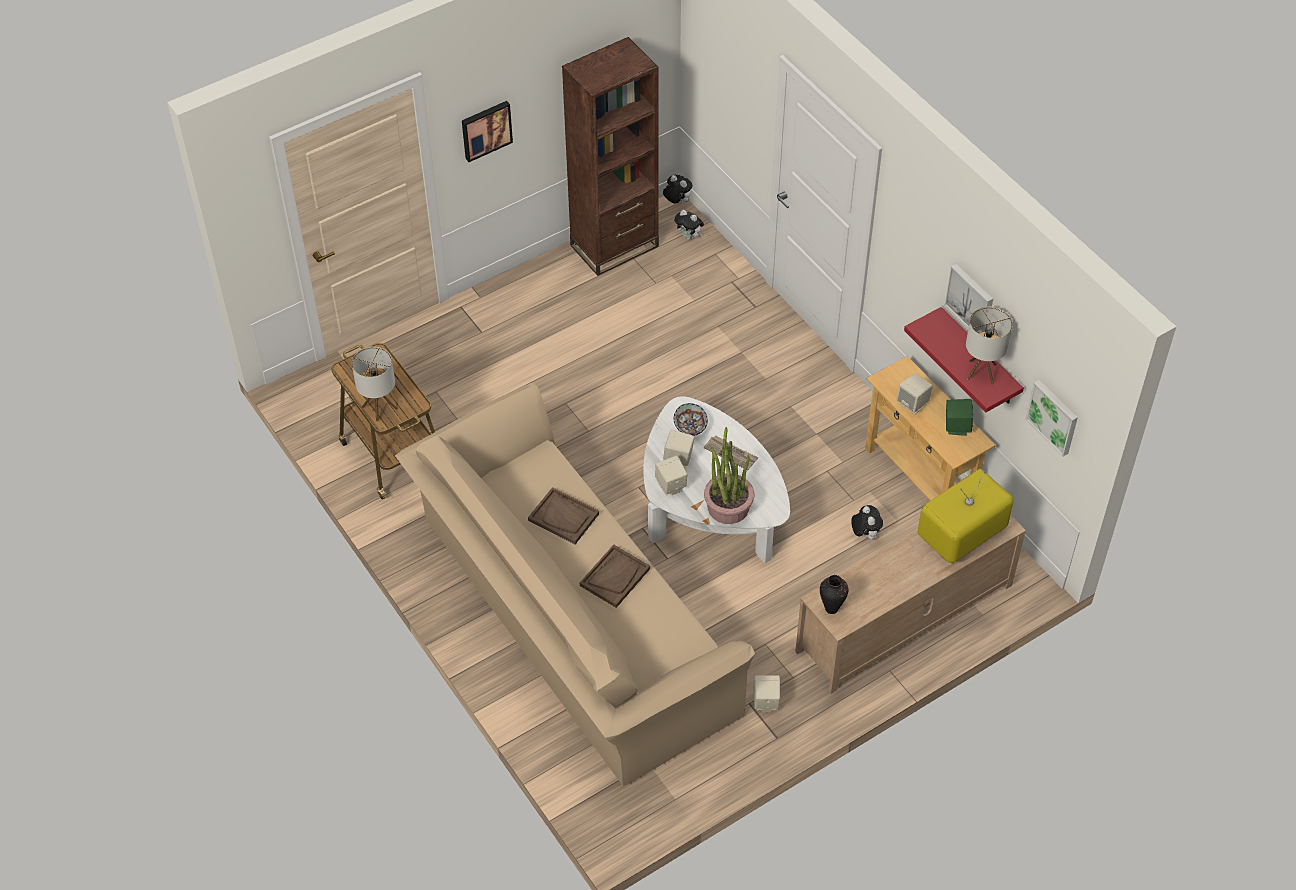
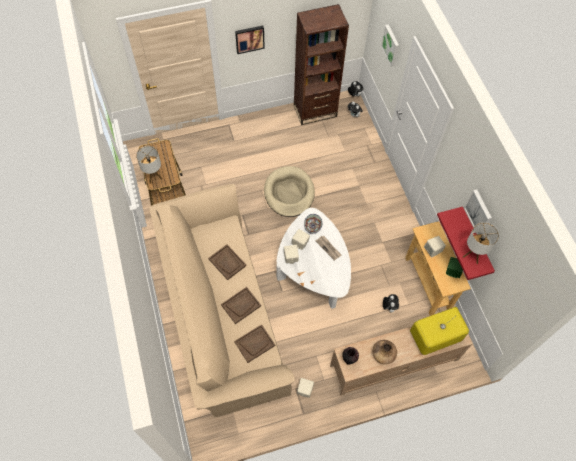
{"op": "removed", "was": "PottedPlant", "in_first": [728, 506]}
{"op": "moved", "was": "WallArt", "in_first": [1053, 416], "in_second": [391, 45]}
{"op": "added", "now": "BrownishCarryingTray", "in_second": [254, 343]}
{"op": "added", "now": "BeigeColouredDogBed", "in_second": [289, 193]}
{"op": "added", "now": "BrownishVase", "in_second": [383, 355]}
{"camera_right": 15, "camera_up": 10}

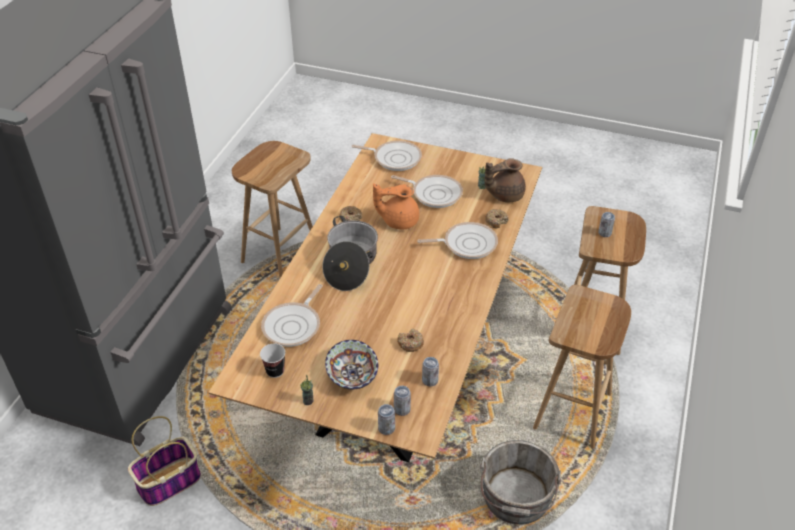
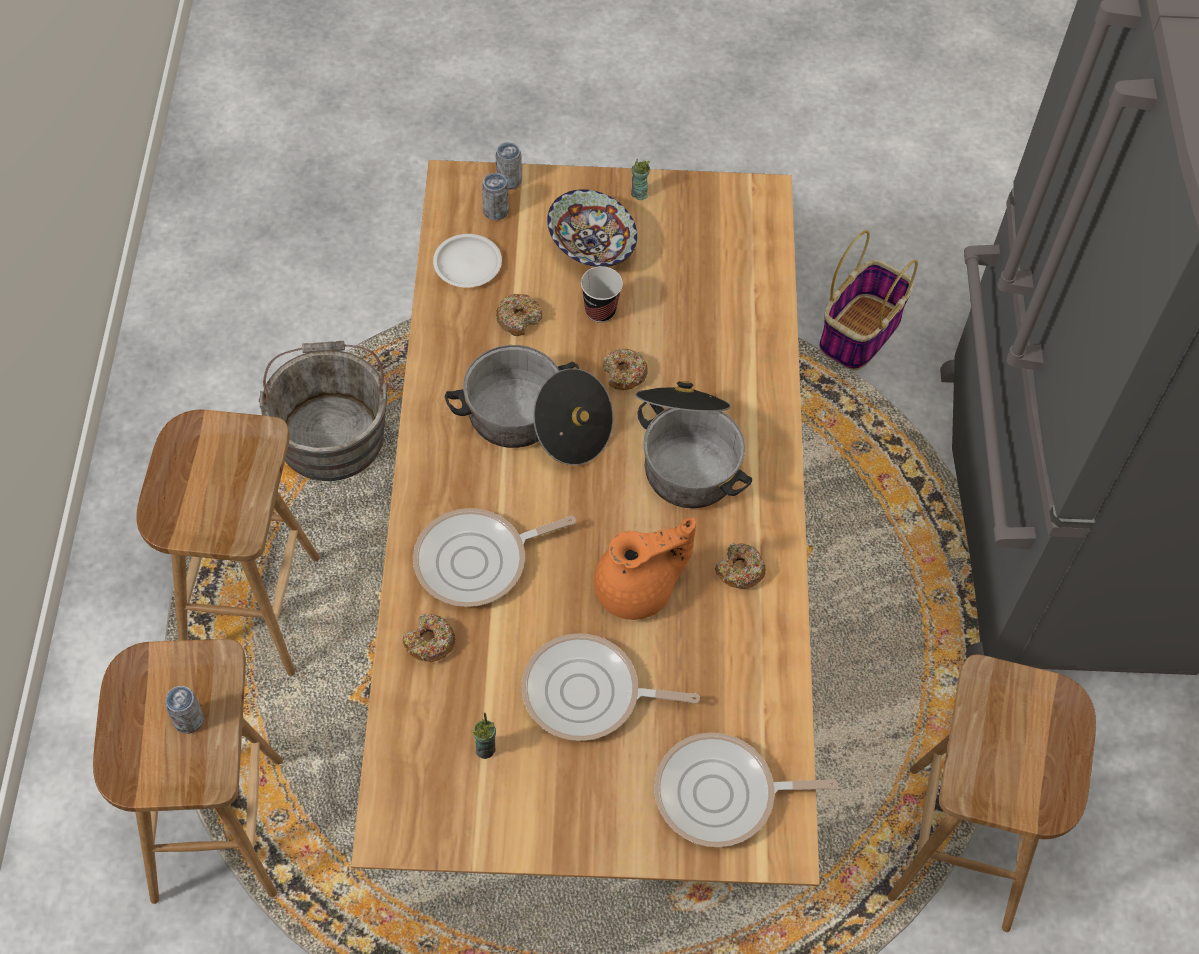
{"op": "moved", "was": "Cup", "in_first": [275, 371], "in_second": [600, 311]}
{"op": "removed", "was": "Skillet", "in_first": [294, 325]}
{"op": "replaced", "was": "MetalCan", "now": "WhiteDinnerPlate", "in_first": [430, 380], "in_second": [467, 264]}
{"op": "removed", "was": "BrownishTeapot", "in_first": [504, 195]}
{"op": "added", "now": "Stockpot", "in_second": [534, 422]}
{"op": "added", "now": "RingDoughnut", "in_second": [624, 374]}
{"camera_right": 160, "camera_up": 15}

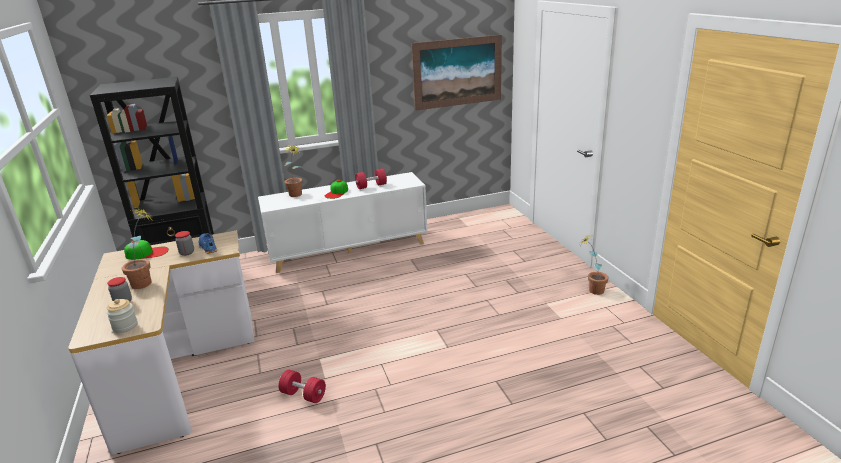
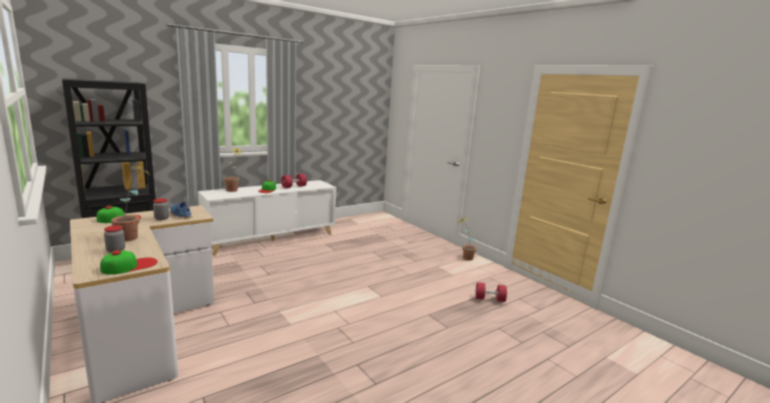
{"op": "replaced", "was": "PreserveJar", "now": "PeakedCap", "in_first": [125, 326], "in_second": [130, 266]}
{"op": "moved", "was": "RedColouredDumbbell", "in_first": [303, 395], "in_second": [489, 299]}
{"op": "removed", "was": "WallArt", "in_first": [457, 72]}
{"camera_right": -20, "camera_up": -10}

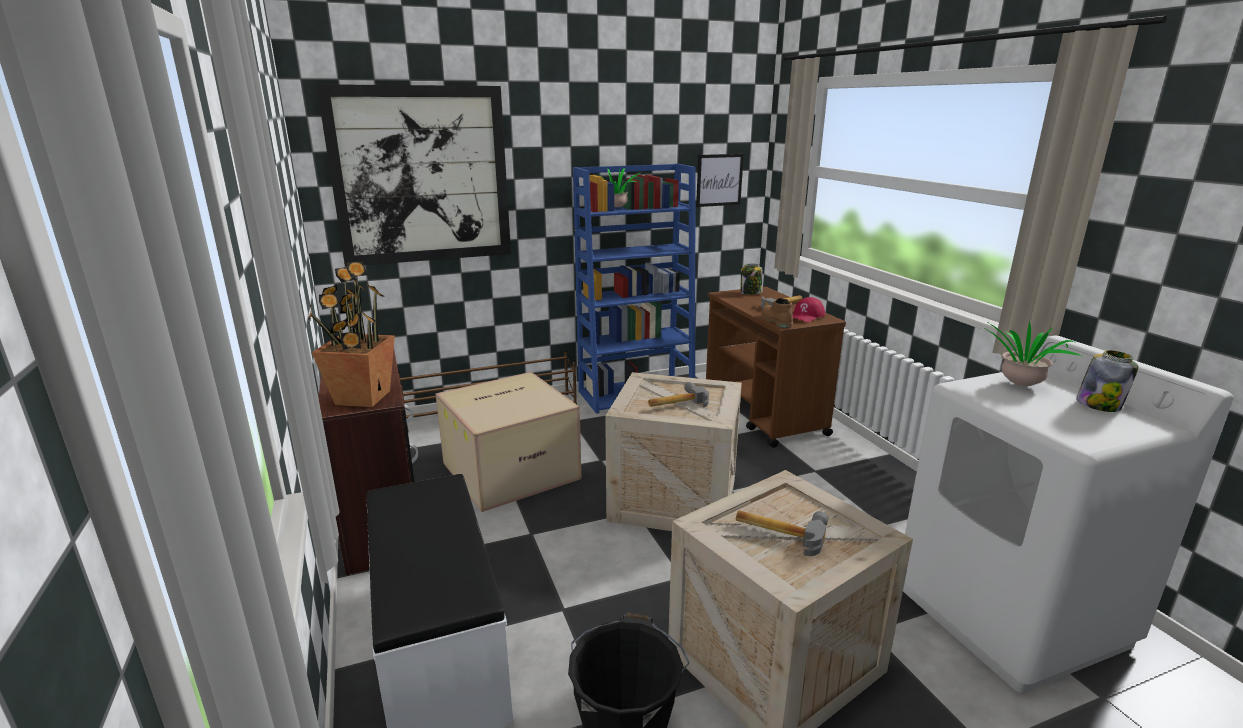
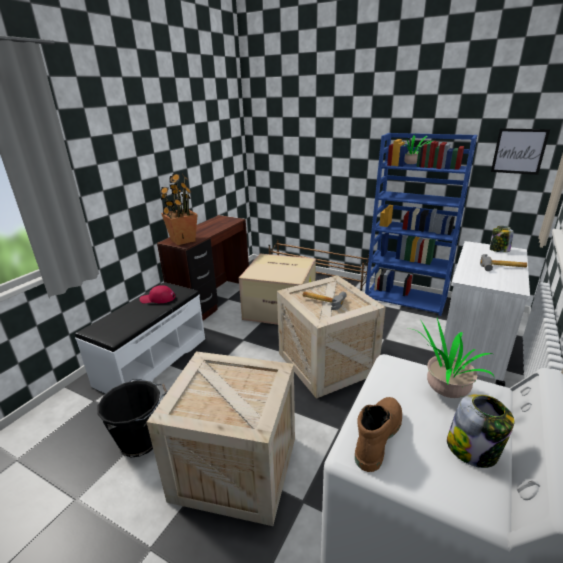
{"op": "removed", "was": "WallArt", "in_first": [421, 176]}
{"op": "recoloured", "was": "BrownishWheeledCart", "now": "WhiteWheeledCart", "in_first": [764, 414], "in_second": [473, 348]}
{"op": "removed", "was": "ToolHammer", "in_first": [780, 531]}
{"op": "moved", "was": "BrownishBoot", "in_first": [775, 321], "in_second": [376, 436]}
{"op": "moved", "was": "RedColouredPeakedCap", "in_first": [806, 316], "in_second": [158, 299]}
{"camera_right": 50, "camera_up": 5}

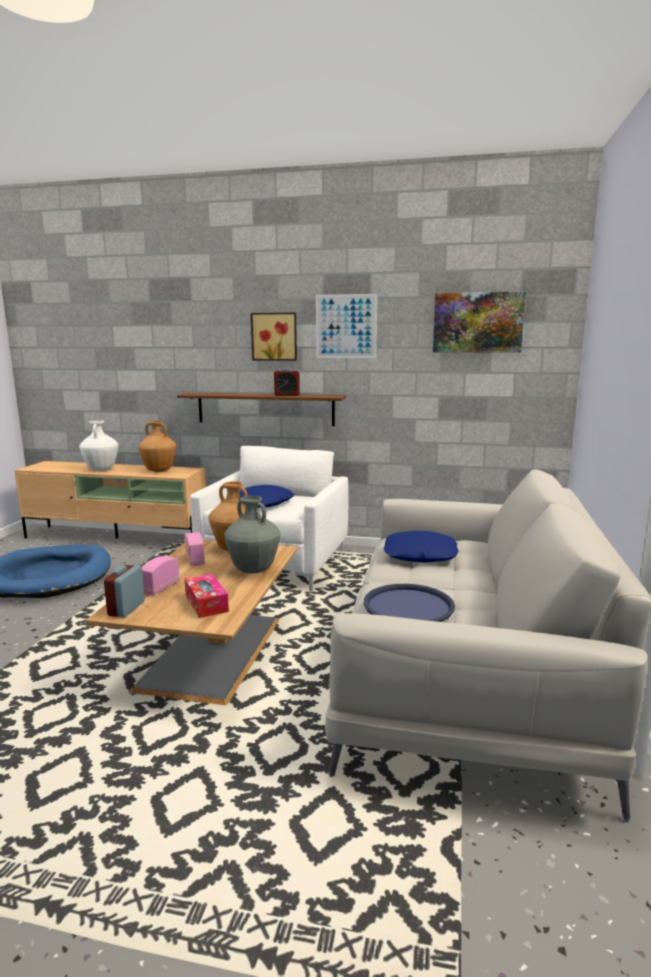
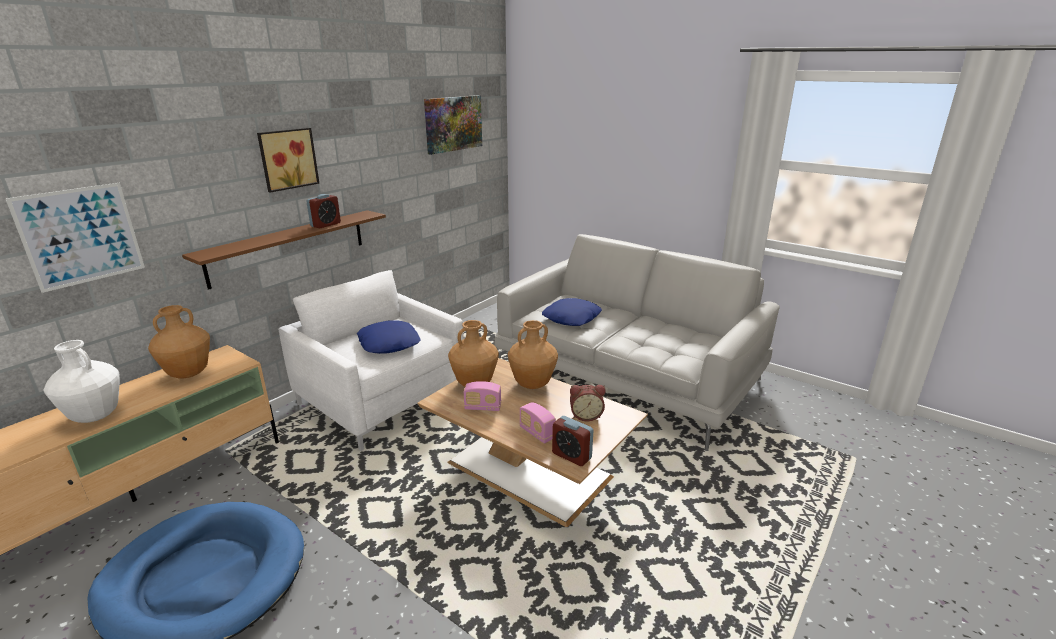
{"op": "replaced", "was": "TissueBox", "now": "TableClock", "in_first": [206, 603], "in_second": [586, 415]}
{"op": "recoloured", "was": "GrayVase", "now": "BrownishVase", "in_first": [253, 570], "in_second": [532, 384]}
{"op": "moved", "was": "WallArt", "in_first": [346, 326], "in_second": [81, 236]}
{"op": "removed", "was": "BluishCarryingTray", "in_first": [408, 606]}
{"camera_right": -65, "camera_up": 10}

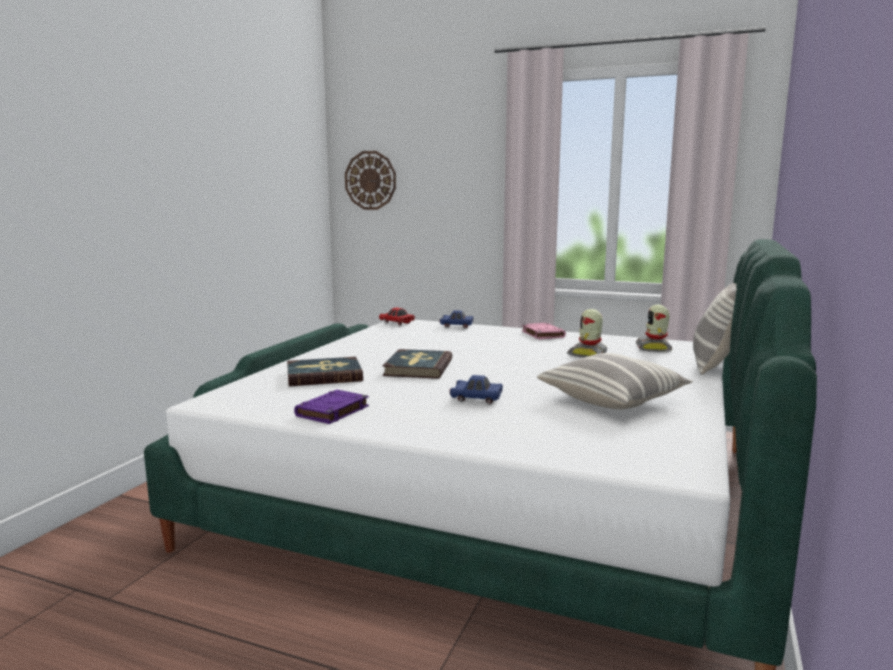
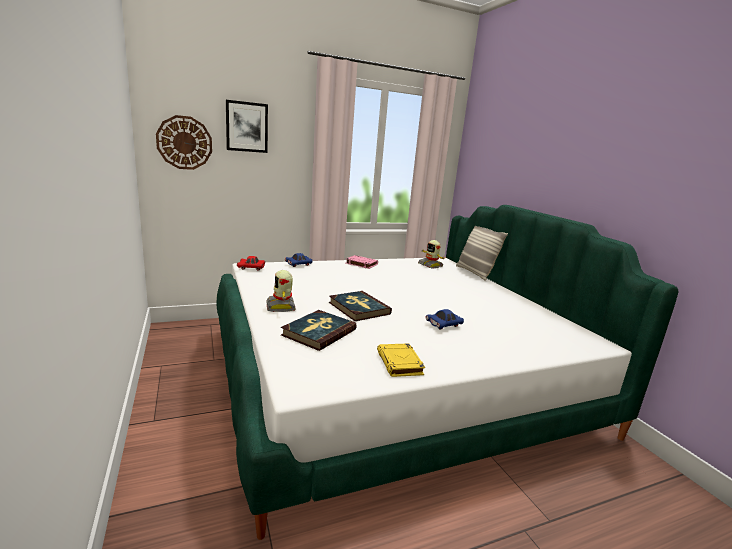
{"op": "recoloured", "was": "PurpleBook", "now": "YellowishBook", "in_first": [332, 411], "in_second": [400, 363]}
{"op": "removed", "was": "Cushion", "in_first": [613, 399]}
{"op": "moved", "was": "ToyRobot", "in_first": [588, 354], "in_second": [281, 306]}
{"op": "added", "now": "WallArt", "in_second": [247, 127]}
{"camera_right": -45, "camera_up": 5}

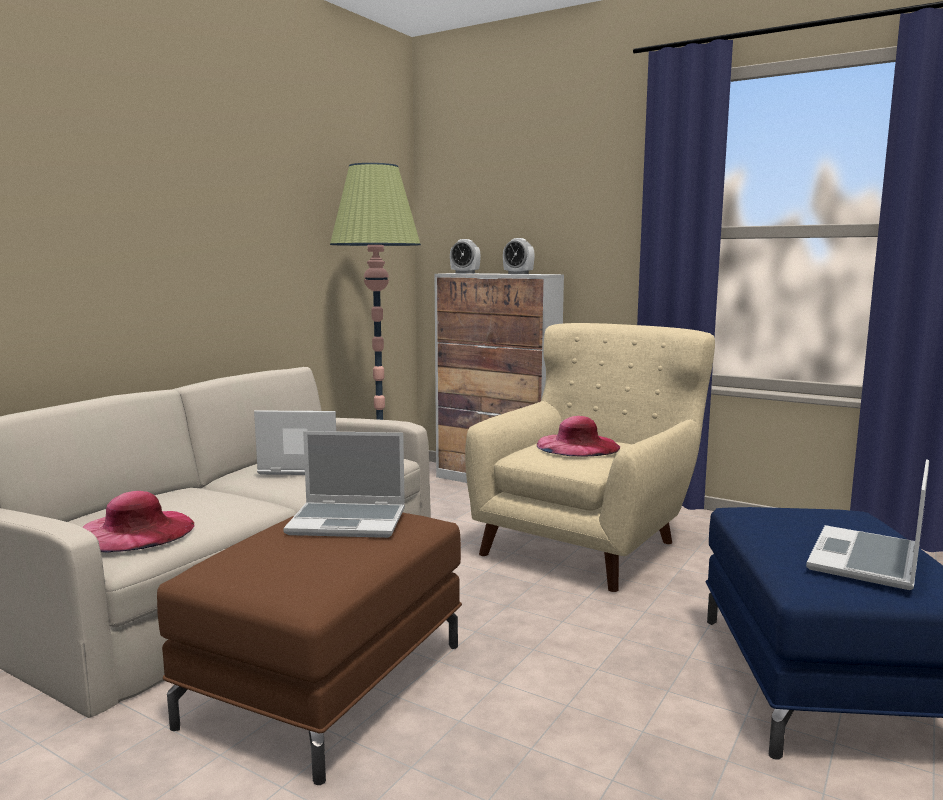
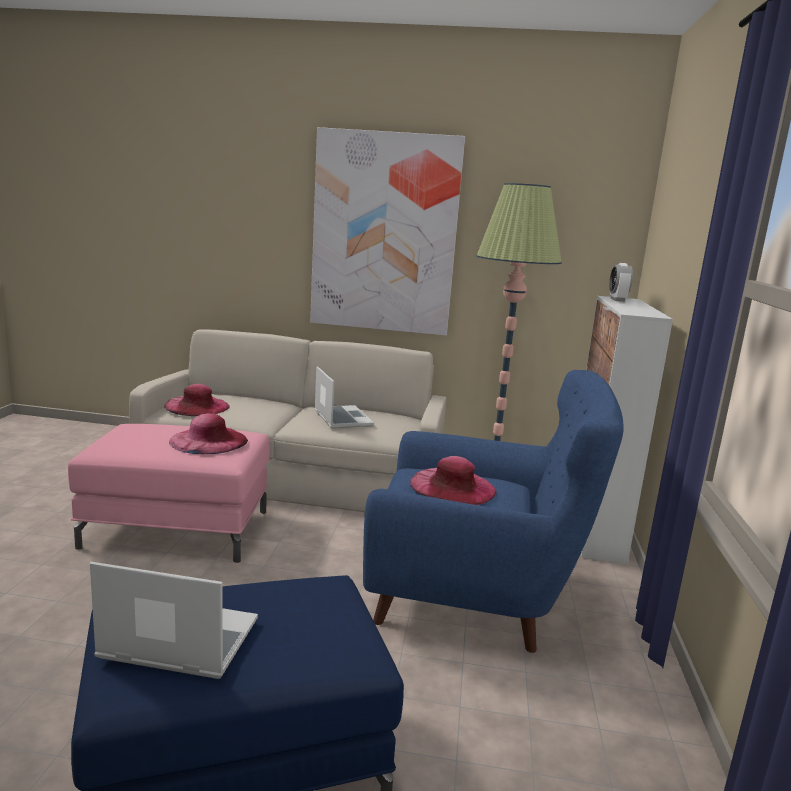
{"op": "recoloured", "was": "BrownishPouffe", "now": "PinkPouffe", "in_first": [327, 682], "in_second": [178, 528]}
{"op": "replaced", "was": "Laptop", "now": "PinkHat", "in_first": [349, 522], "in_second": [208, 440]}
{"op": "recoloured", "was": "BeigeColouredEasyChair", "now": "BluishEasyChair", "in_first": [587, 544], "in_second": [476, 597]}
{"op": "removed", "was": "TableClock", "in_first": [518, 274]}
{"op": "added", "now": "WallArt", "in_second": [384, 234]}
{"camera_right": 65, "camera_up": 5}

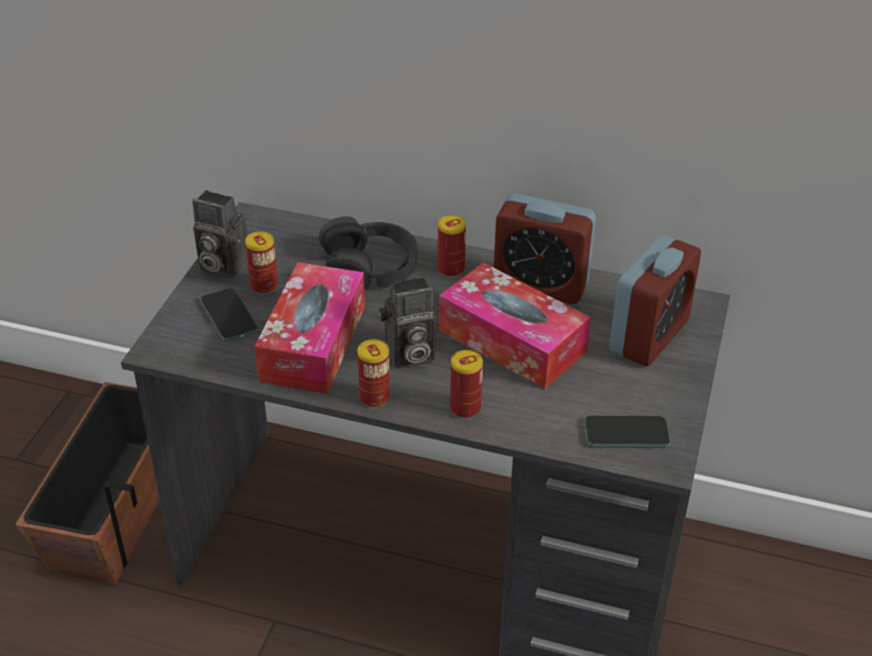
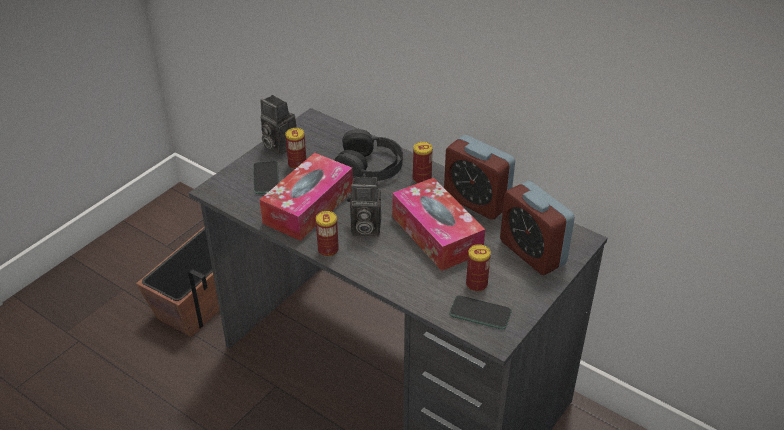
{"op": "moved", "was": "MetalCan", "in_first": [465, 408], "in_second": [476, 284]}
{"op": "turned", "was": "TableClock", "in_first": [649, 336], "in_second": [532, 252], "clockwise": 90}
{"camera_right": 20, "camera_up": 0}

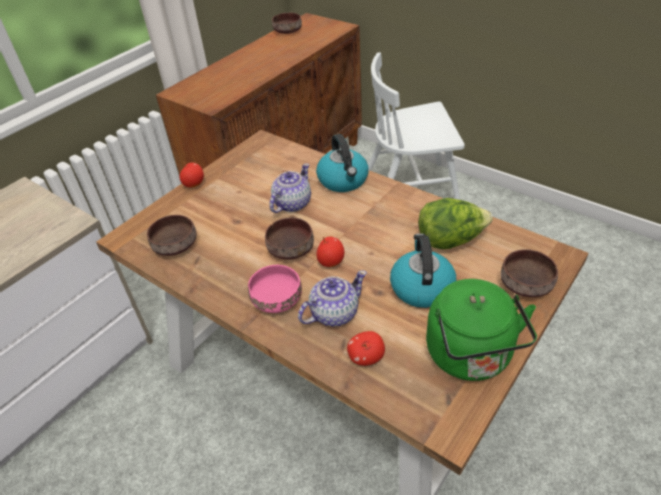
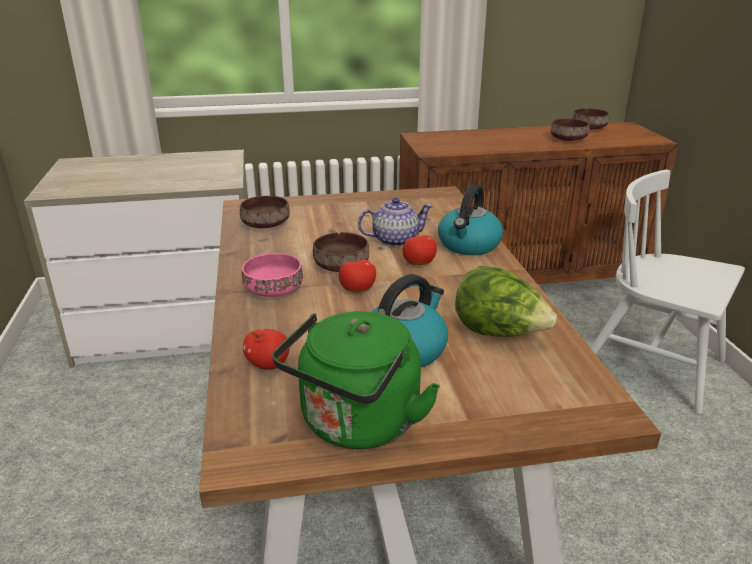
{"op": "moved", "was": "WholeApple", "in_first": [194, 184], "in_second": [419, 264]}
{"op": "removed", "was": "Teapot", "in_first": [333, 313]}
{"op": "moved", "was": "BrownishBowl", "in_first": [524, 283], "in_second": [567, 139]}
{"camera_right": 40, "camera_up": -15}

